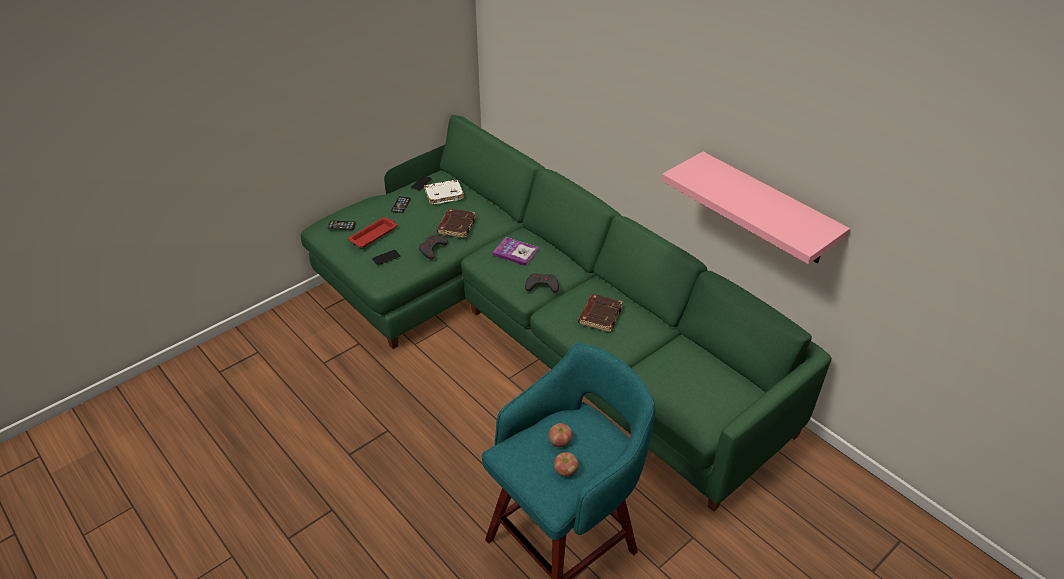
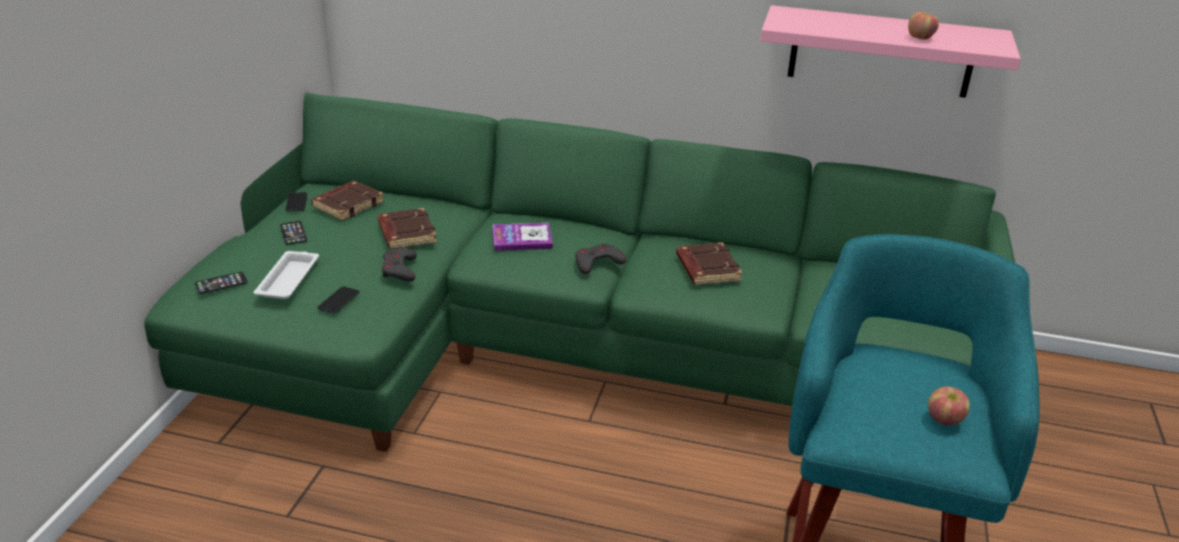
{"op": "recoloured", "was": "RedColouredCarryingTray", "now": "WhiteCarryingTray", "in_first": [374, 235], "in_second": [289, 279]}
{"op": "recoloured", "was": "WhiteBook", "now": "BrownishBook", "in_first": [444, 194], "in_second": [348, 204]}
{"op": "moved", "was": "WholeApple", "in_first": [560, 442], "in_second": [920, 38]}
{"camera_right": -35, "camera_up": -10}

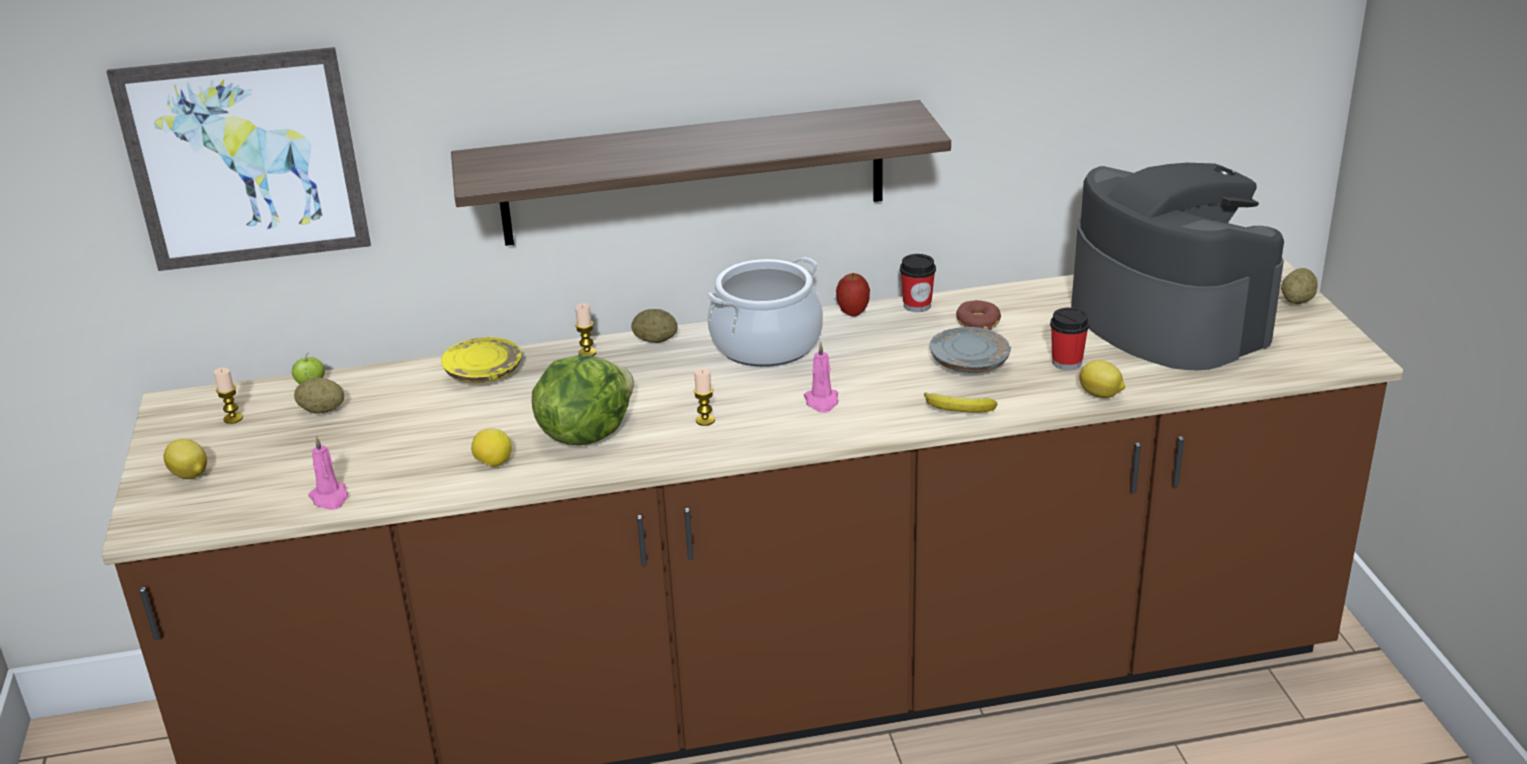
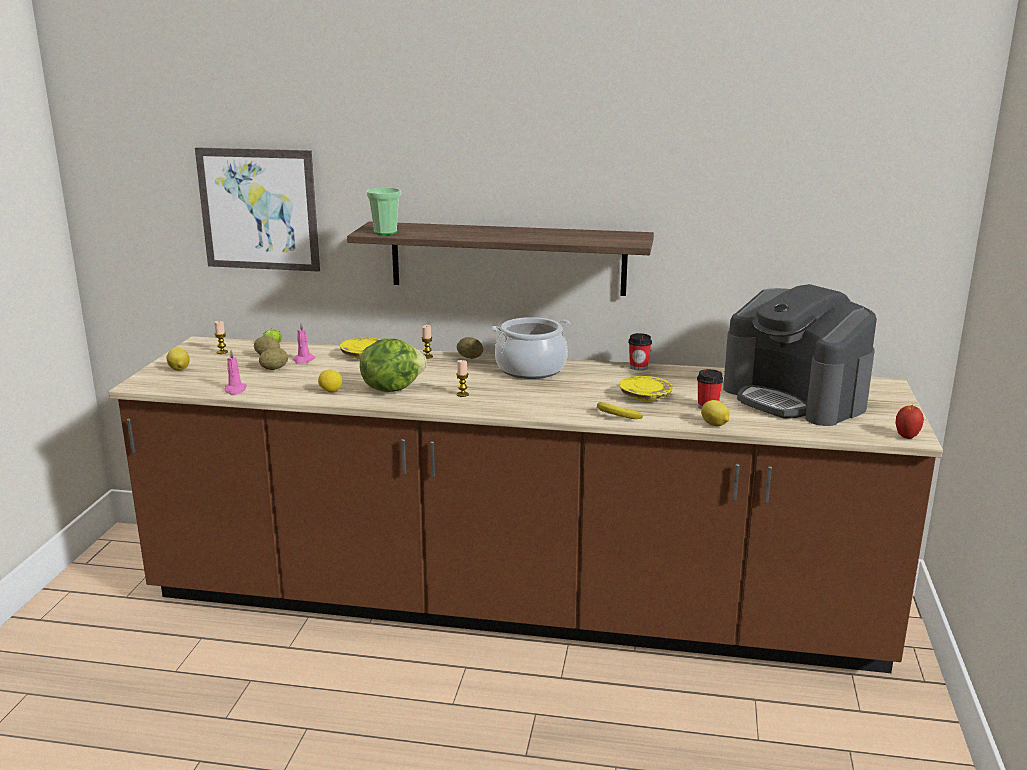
{"op": "moved", "was": "PinkCandle", "in_first": [822, 402], "in_second": [303, 360]}
{"op": "moved", "was": "WholeApple", "in_first": [853, 313], "in_second": [906, 437]}
{"op": "recoloured", "was": "GrayDinnerPlate", "now": "YellowishDinnerPlate", "in_first": [969, 362], "in_second": [645, 396]}
{"op": "removed", "was": "RingDoughnut", "in_first": [978, 322]}
{"op": "turned", "was": "CoffeeMachine", "in_first": [1166, 318], "in_second": [795, 398], "clockwise": 150}
{"op": "moved", "was": "Potato", "in_first": [1297, 300], "in_second": [274, 368]}
{"op": "added", "now": "Cup", "in_second": [385, 232]}
{"camera_right": 20, "camera_up": -10}

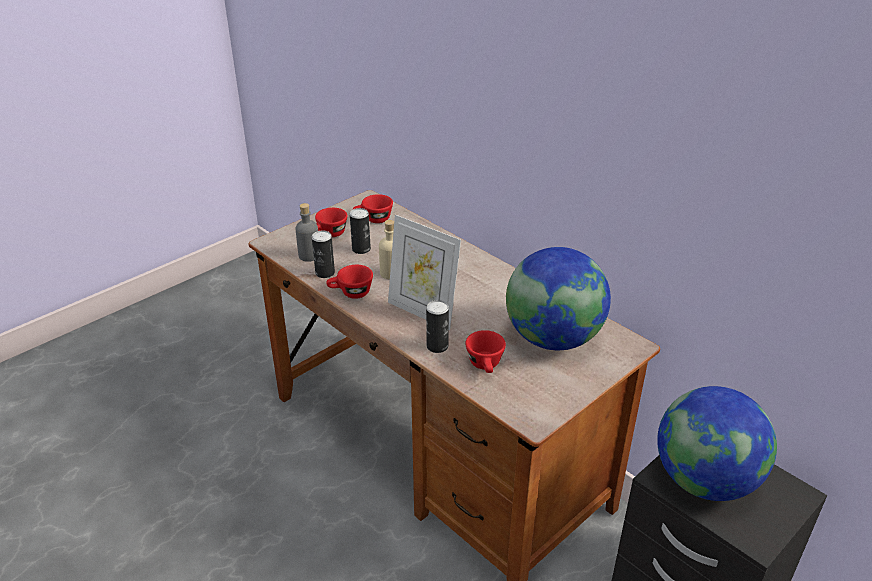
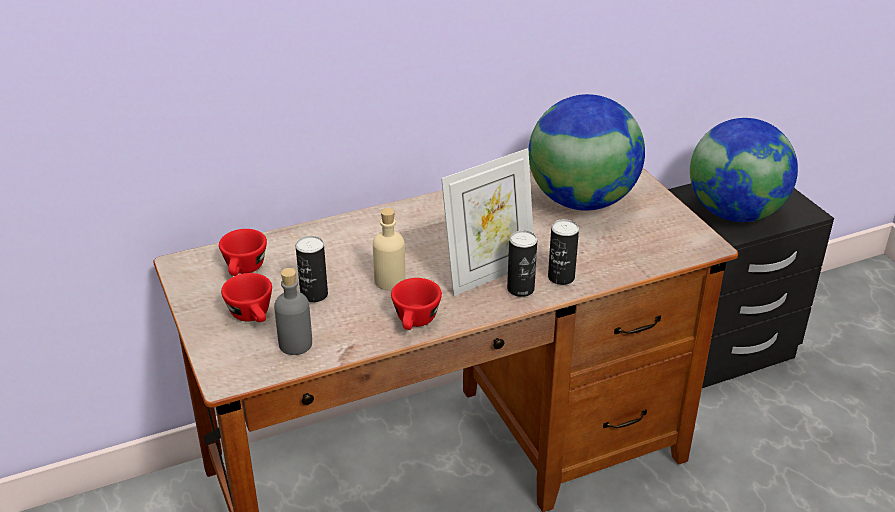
{"op": "moved", "was": "MetalCan", "in_first": [325, 273], "in_second": [520, 289]}
{"op": "removed", "was": "RedColouredCup", "in_first": [486, 366]}
{"camera_right": -70, "camera_up": 0}

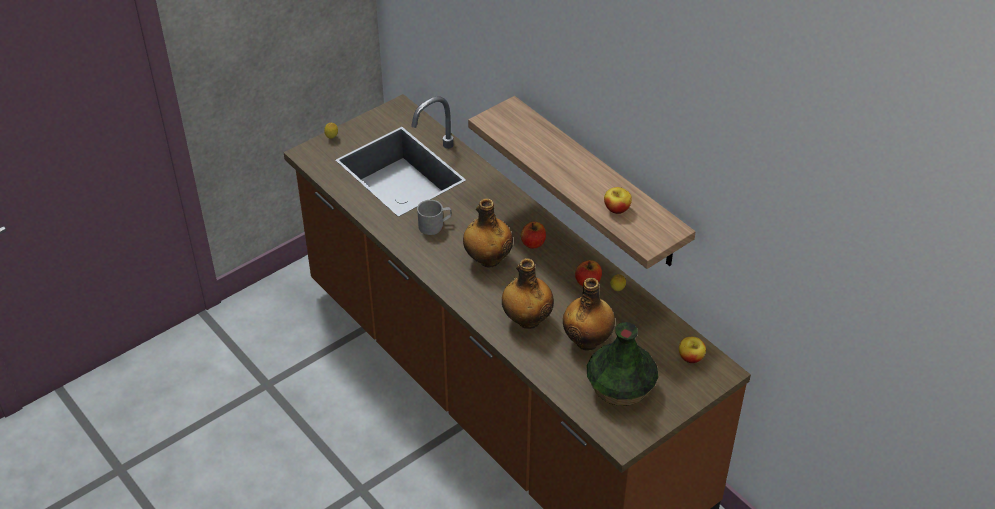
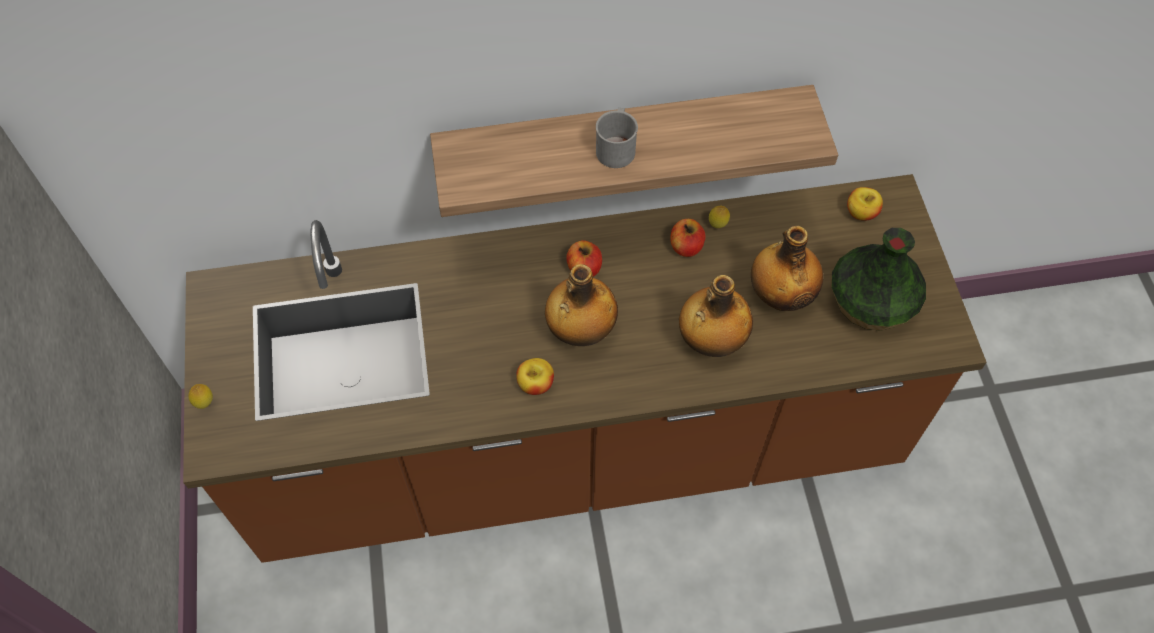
{"op": "moved", "was": "GrayMug", "in_first": [435, 225], "in_second": [616, 147]}
{"op": "moved", "was": "WholeApple", "in_first": [617, 209], "in_second": [535, 384]}
{"camera_right": -60, "camera_up": 15}

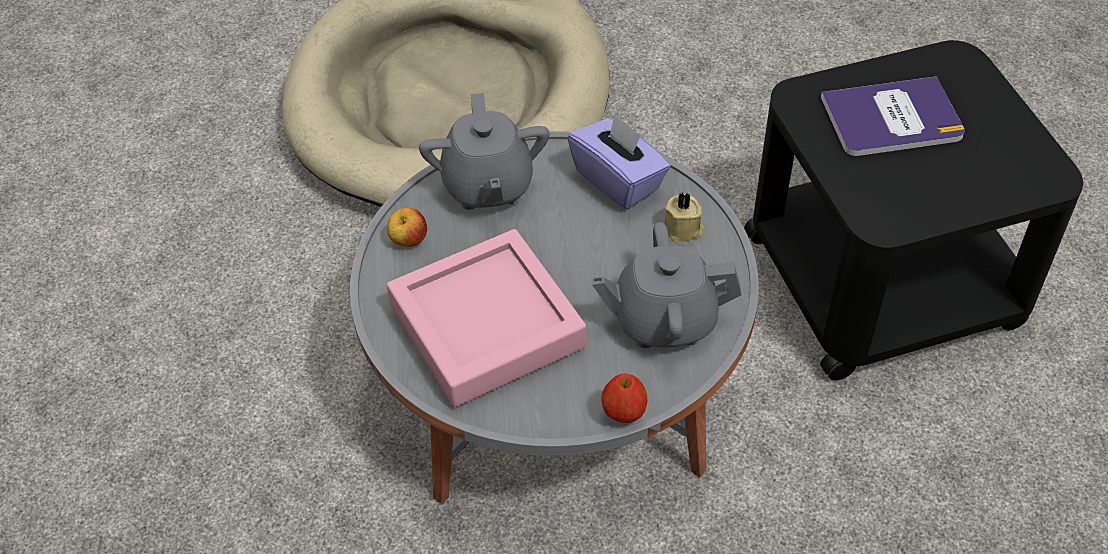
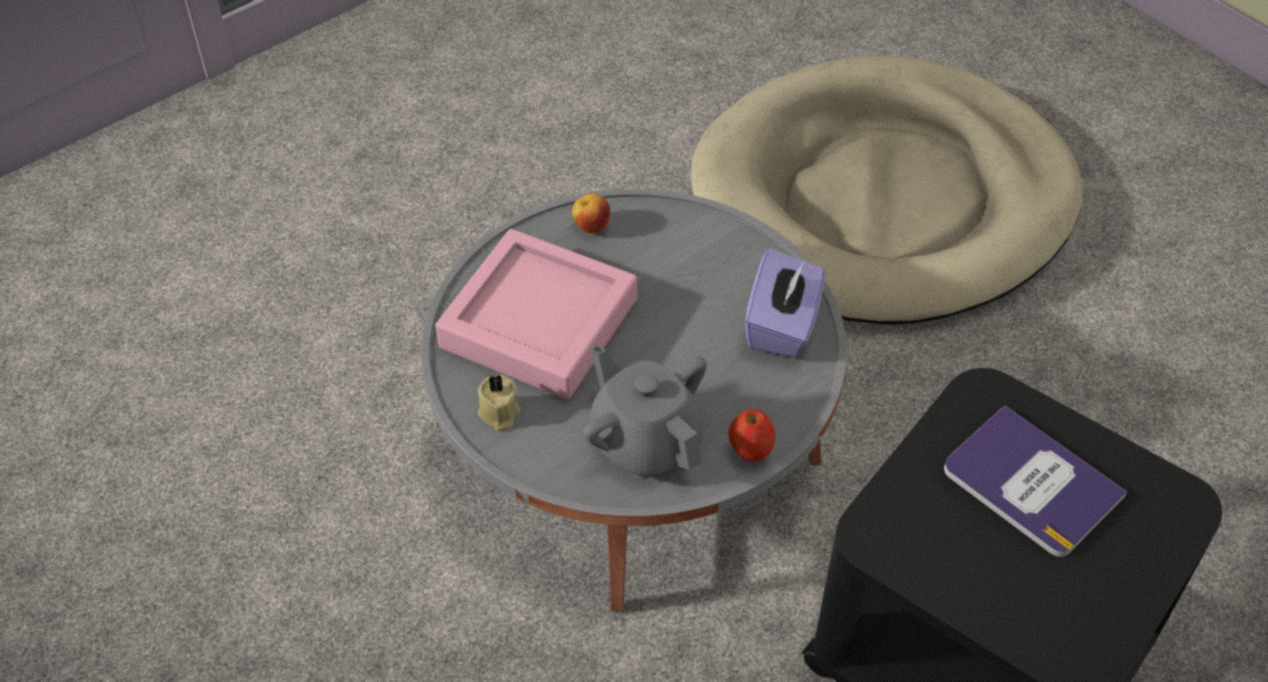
{"op": "removed", "was": "GrayTeapot", "in_first": [487, 186]}
{"op": "moved", "was": "WholeApple", "in_first": [623, 413], "in_second": [750, 451]}
{"op": "moved", "was": "BeigeColouredCandle", "in_first": [683, 230], "in_second": [498, 414]}
{"camera_right": 55, "camera_up": 0}

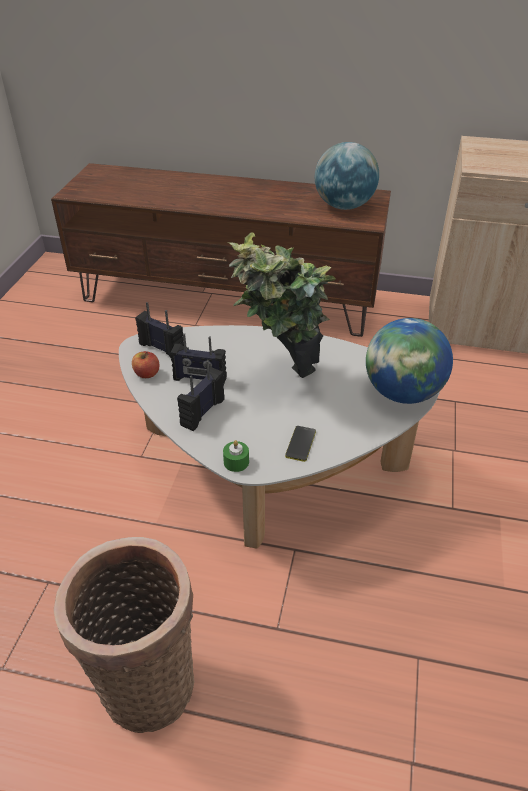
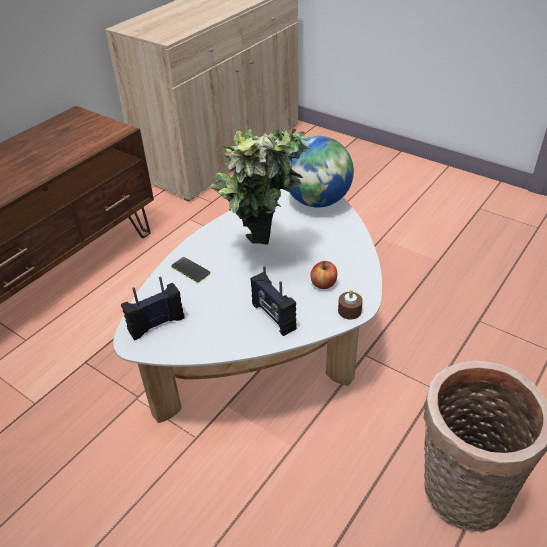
{"op": "moved", "was": "WholeApple", "in_first": [147, 374], "in_second": [323, 284]}
{"op": "removed", "was": "Radio", "in_first": [200, 379]}
{"op": "recoloured", "was": "GreenColouredCandle", "now": "BrownishCandle", "in_first": [236, 462], "in_second": [349, 311]}
{"op": "moved", "was": "Telephone", "in_first": [300, 444], "in_second": [190, 270]}
{"op": "removed", "was": "Globe", "in_first": [344, 206]}
{"camera_right": -65, "camera_up": 0}

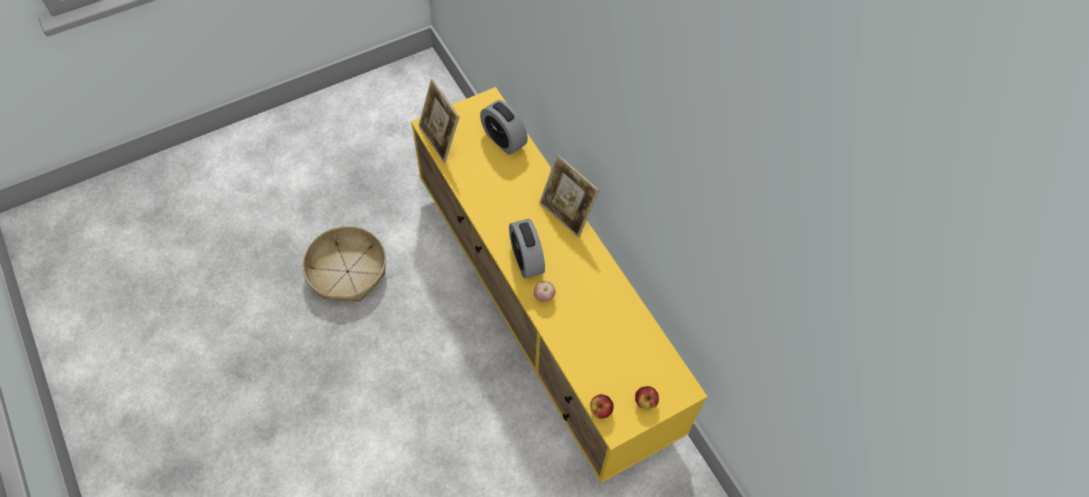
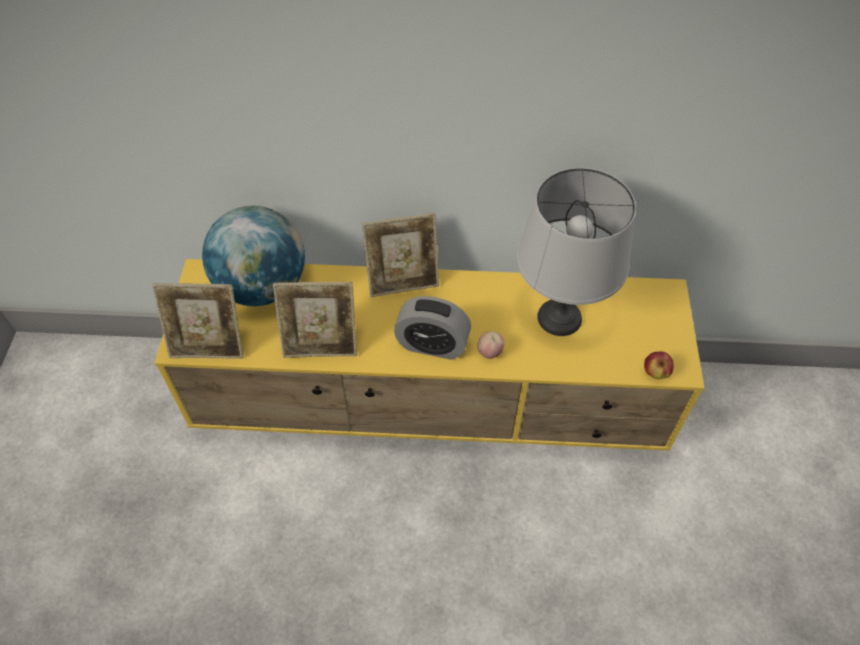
{"op": "removed", "was": "Basket", "in_first": [348, 271]}
{"op": "replaced", "was": "TableClock", "now": "Globe", "in_first": [504, 140], "in_second": [263, 287]}
{"op": "removed", "was": "WholeApple", "in_first": [645, 402]}
{"op": "added", "now": "PictureFrame", "in_second": [321, 345]}
{"op": "added", "now": "GrayTabletopLamp", "in_second": [558, 317]}
{"camera_right": -55, "camera_up": -5}

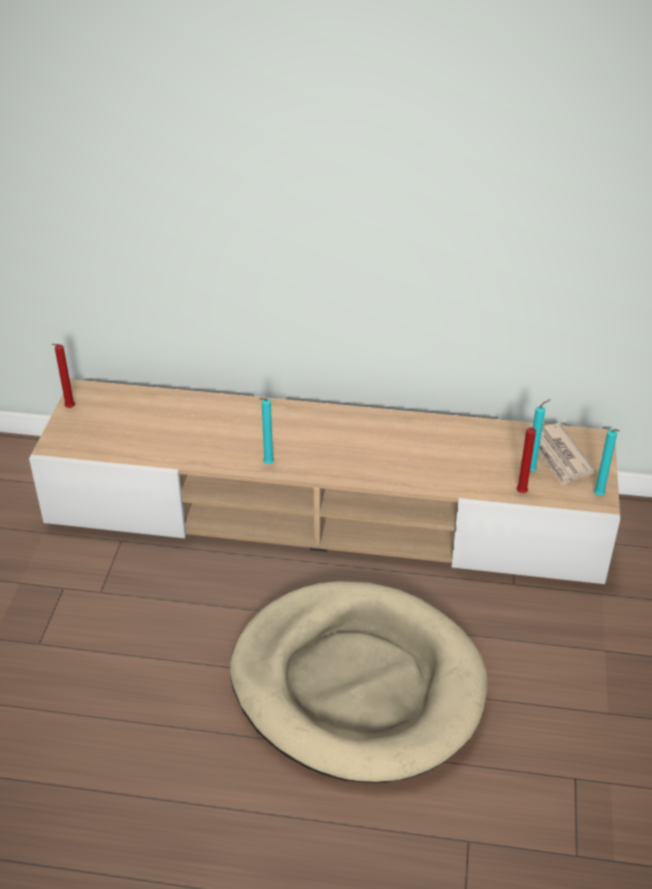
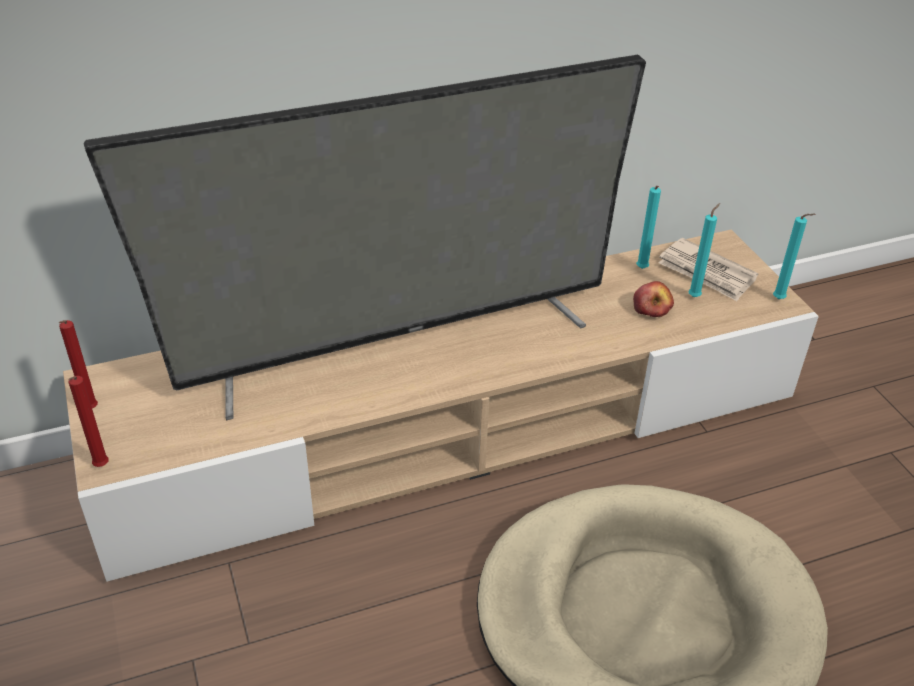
{"op": "moved", "was": "TurquoiseCandle", "in_first": [267, 464], "in_second": [641, 269]}
{"op": "moved", "was": "RedColouredCandle", "in_first": [520, 494], "in_second": [100, 467]}
{"op": "added", "now": "Tv", "in_second": [398, 343]}
{"op": "added", "now": "WholeApple", "in_second": [651, 308]}
{"camera_right": -30, "camera_up": 0}

